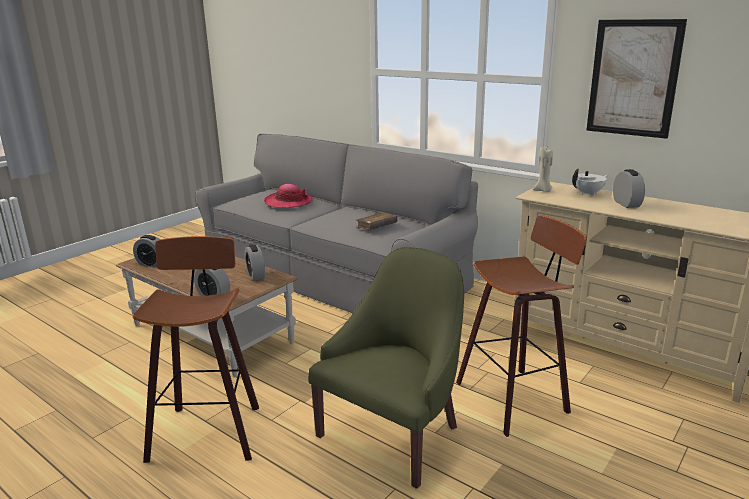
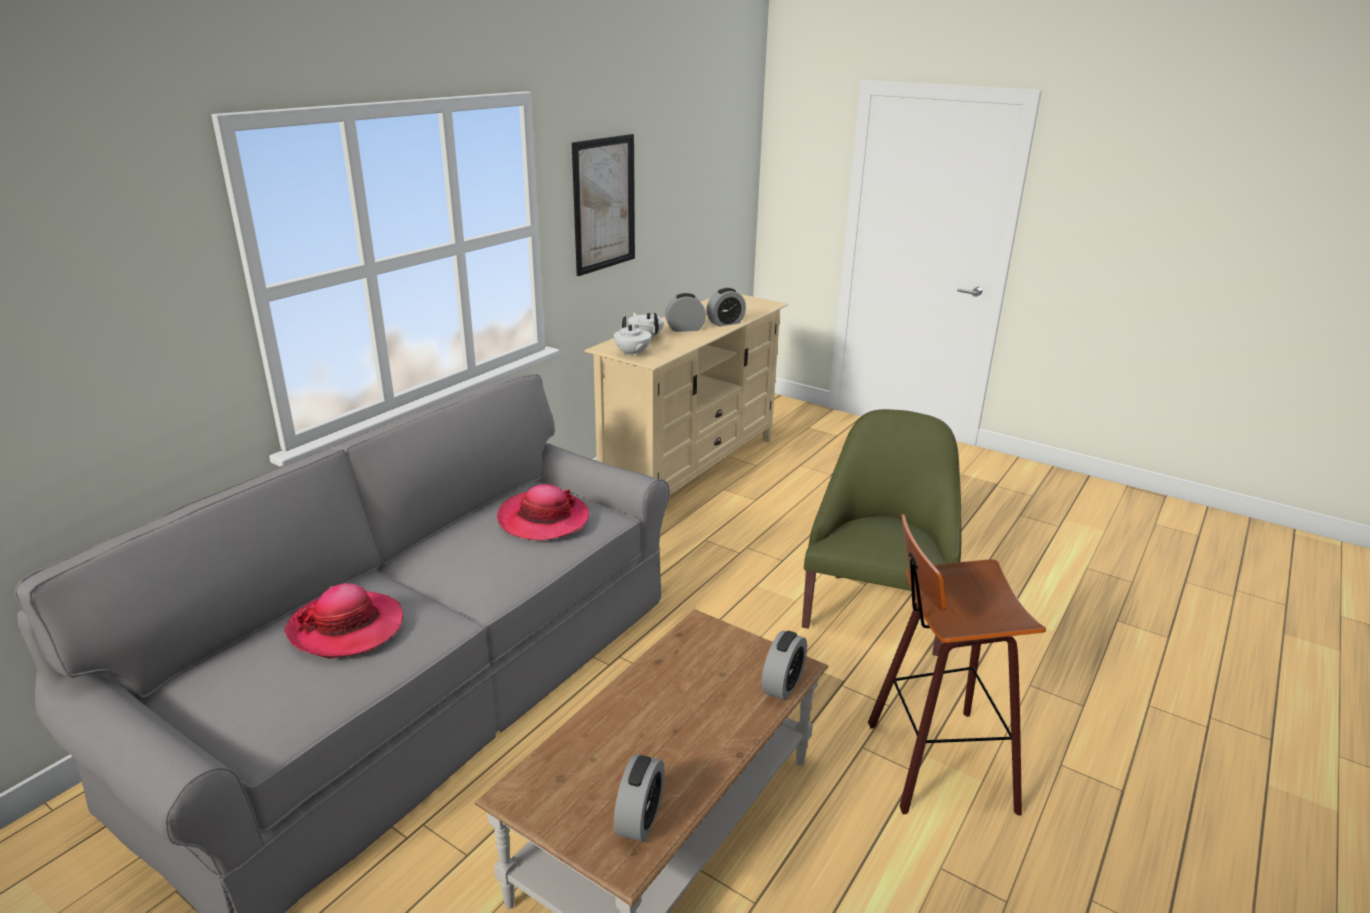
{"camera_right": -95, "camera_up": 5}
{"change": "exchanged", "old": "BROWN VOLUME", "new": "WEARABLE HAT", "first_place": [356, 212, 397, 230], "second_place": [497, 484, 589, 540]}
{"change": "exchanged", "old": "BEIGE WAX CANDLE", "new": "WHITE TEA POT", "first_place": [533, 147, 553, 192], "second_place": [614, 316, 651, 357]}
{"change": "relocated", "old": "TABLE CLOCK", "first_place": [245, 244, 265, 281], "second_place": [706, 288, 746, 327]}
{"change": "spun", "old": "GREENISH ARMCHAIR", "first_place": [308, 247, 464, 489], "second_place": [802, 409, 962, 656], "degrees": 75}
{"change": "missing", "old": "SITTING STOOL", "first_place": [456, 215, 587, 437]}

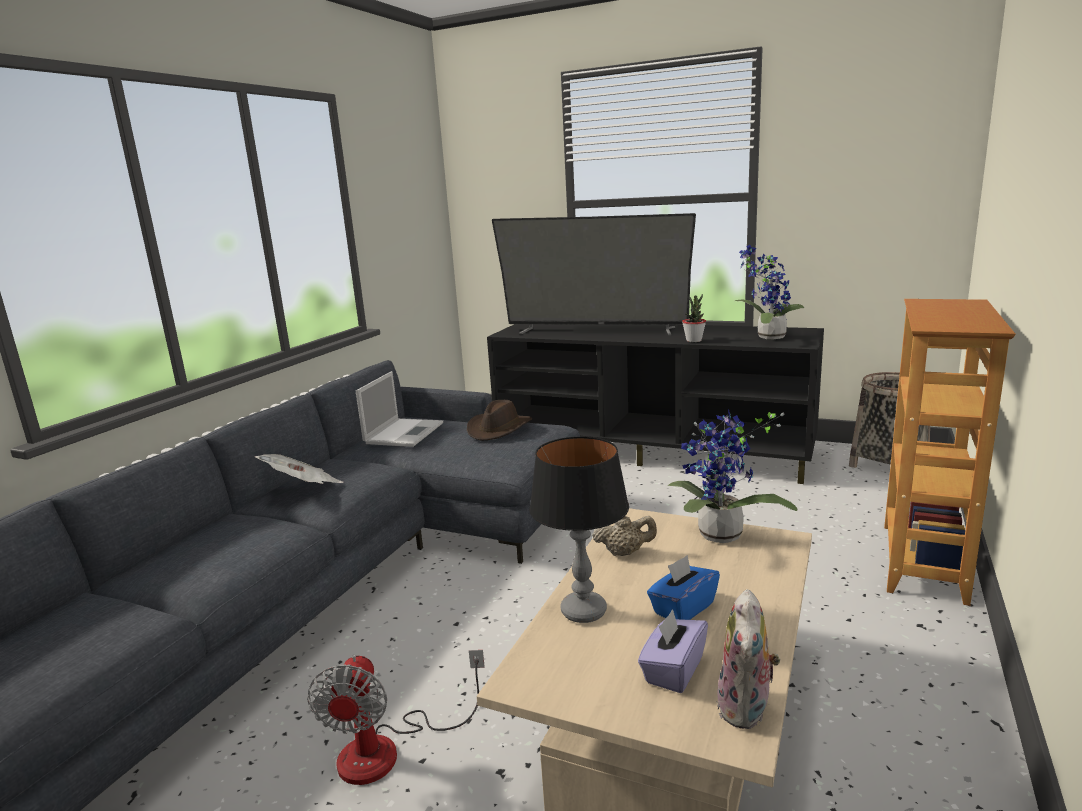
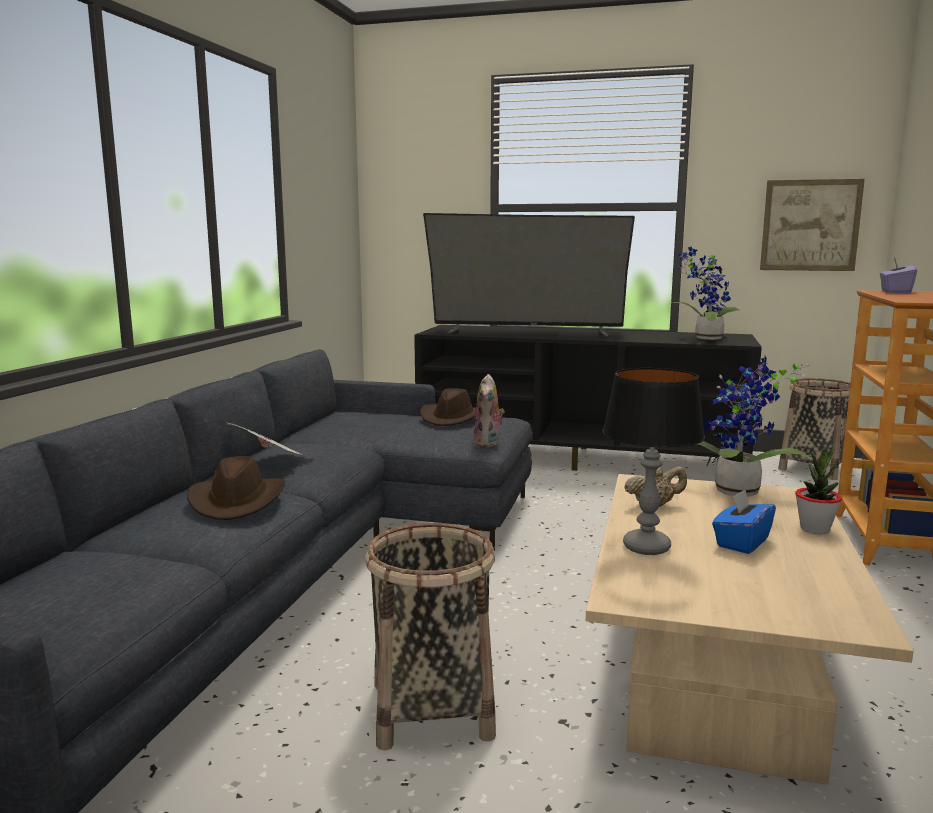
{"camera_right": -10, "camera_up": -5}
{"change": "appeared", "new": "BROWN WEARABLE HAT", "second_place": [187, 456, 285, 520]}
{"change": "exchanged", "old": "ELECTRIC FAN", "new": "BASKET", "first_place": [307, 650, 485, 785], "second_place": [365, 523, 496, 751]}
{"change": "relocated", "old": "CUDDLY TOY", "first_place": [717, 589, 781, 729], "second_place": [473, 374, 505, 447]}
{"change": "appeared", "new": "WALL PICTURE", "second_place": [760, 179, 865, 271]}
{"change": "relocated", "old": "HOUSEPLANT", "first_place": [682, 294, 706, 342], "second_place": [795, 446, 842, 534]}
{"change": "relocated", "old": "PURPLISH TISSUE HOLDER", "first_place": [638, 609, 708, 693], "second_place": [880, 258, 917, 293]}
{"change": "missing", "old": "PORTABLE COMPUTER", "first_place": [356, 371, 443, 447]}

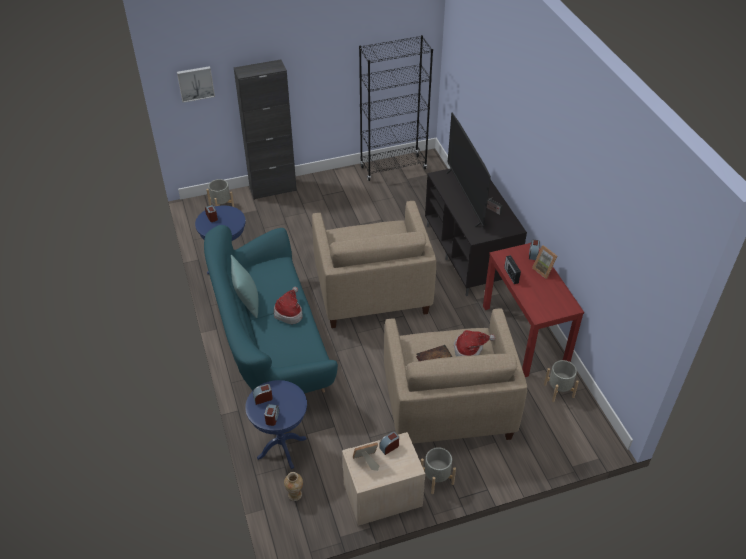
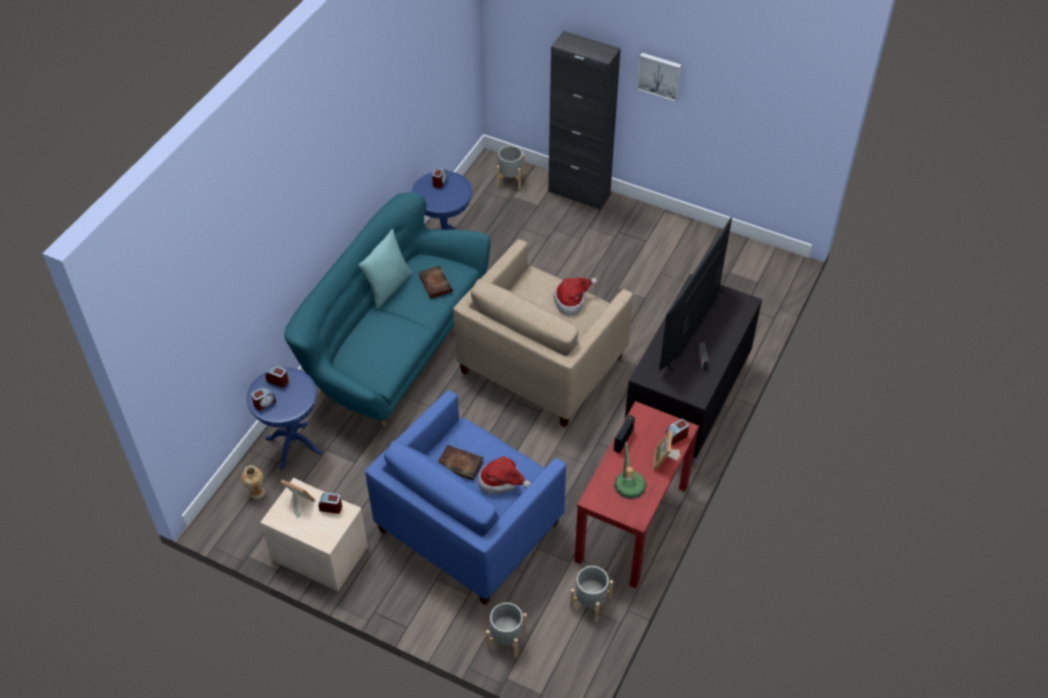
{"camera_right": 45, "camera_up": 5}
{"change": "colour", "old": "BEIGE ARMCHAIR", "new": "BLUE ARMCHAIR", "first_place": [384, 308, 527, 444], "second_place": [365, 390, 566, 605]}
{"change": "appeared", "new": "VOLUME", "second_place": [419, 266, 453, 299]}
{"change": "relocated", "old": "GRAY PLANTER", "first_place": [421, 447, 456, 494], "second_place": [486, 602, 527, 657]}
{"change": "relocated", "old": "WEARABLE HAT", "first_place": [274, 287, 303, 324], "second_place": [553, 277, 598, 316]}
{"change": "appeared", "new": "TABLE LAMP", "second_place": [614, 441, 647, 499]}
{"change": "relocated", "old": "WALL PICTURE", "first_place": [177, 66, 215, 103], "second_place": [637, 53, 682, 102]}
{"change": "missing", "old": "BLACK BOOKCASE", "first_place": [359, 35, 433, 181]}

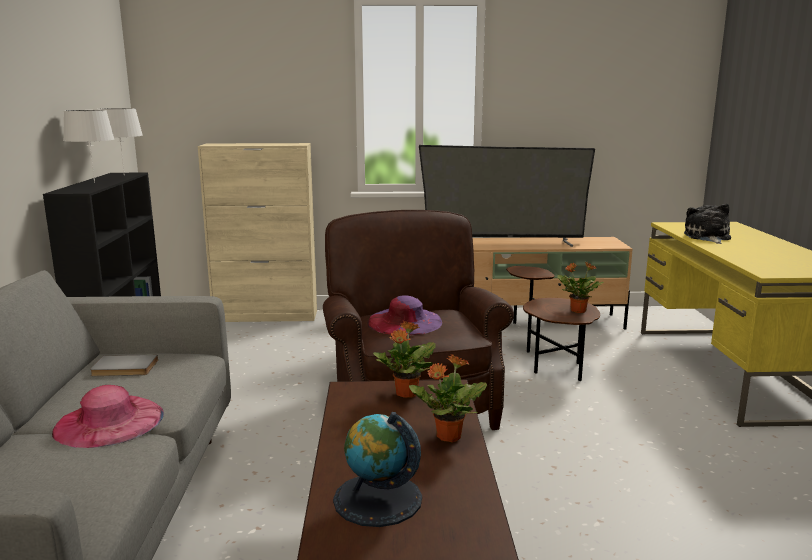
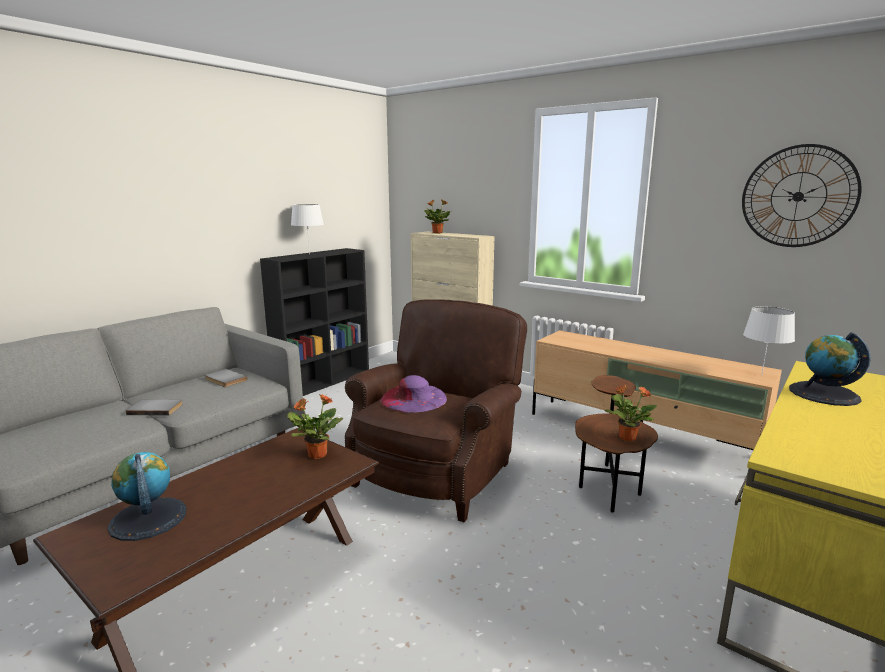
{"camera_right": 40, "camera_up": 0}
{"change": "exchanged", "old": "PINK WEARABLE HAT", "new": "GRAY VOLUME", "first_place": [52, 385, 164, 448], "second_place": [126, 399, 183, 416]}
{"change": "relocated", "old": "HOUSEPLANT", "first_place": [409, 354, 487, 442], "second_place": [424, 199, 452, 233]}
{"change": "appeared", "new": "CLOCK ON THE WALL", "second_place": [742, 144, 862, 247]}
{"change": "relocated", "old": "WHITE TABLE LAMP", "first_place": [97, 108, 143, 176], "second_place": [743, 306, 795, 374]}
{"change": "exchanged", "old": "CUDDLY TOY", "new": "DESK GLOBE", "first_place": [684, 204, 731, 244], "second_place": [789, 332, 871, 406]}
{"change": "missing", "old": "TV", "first_place": [419, 145, 595, 247]}

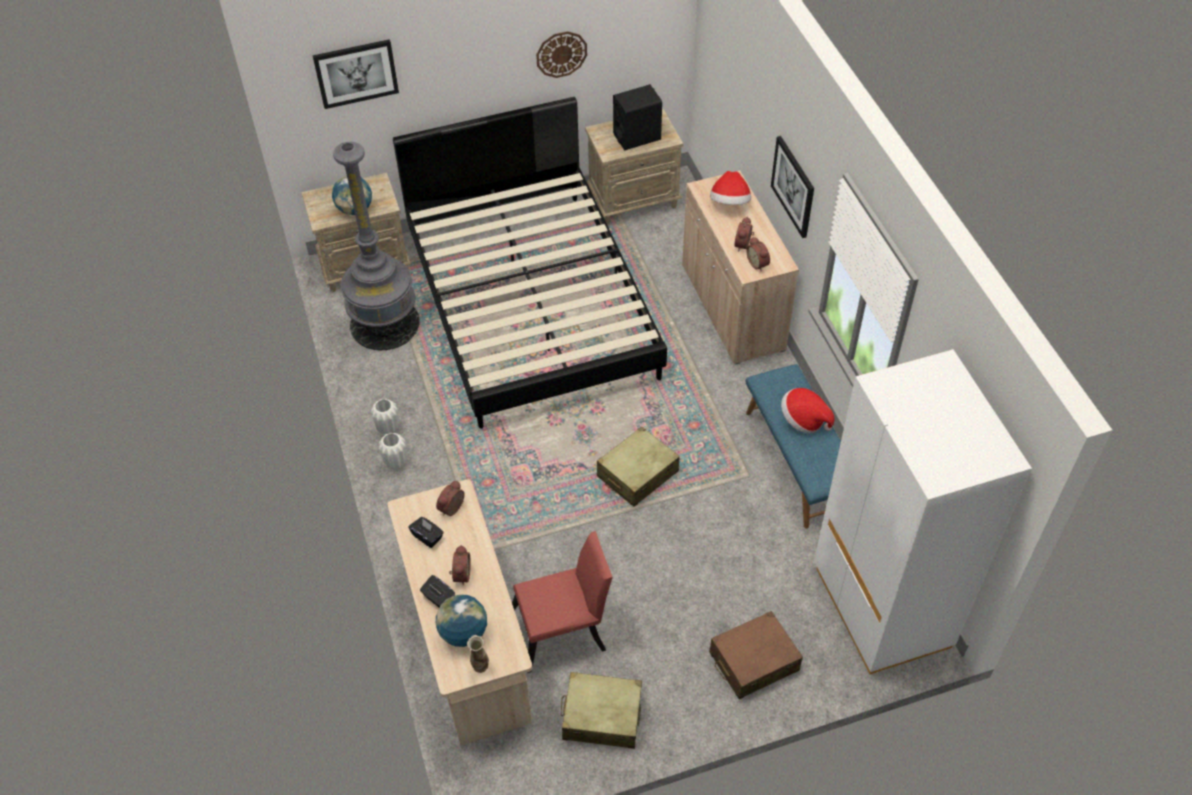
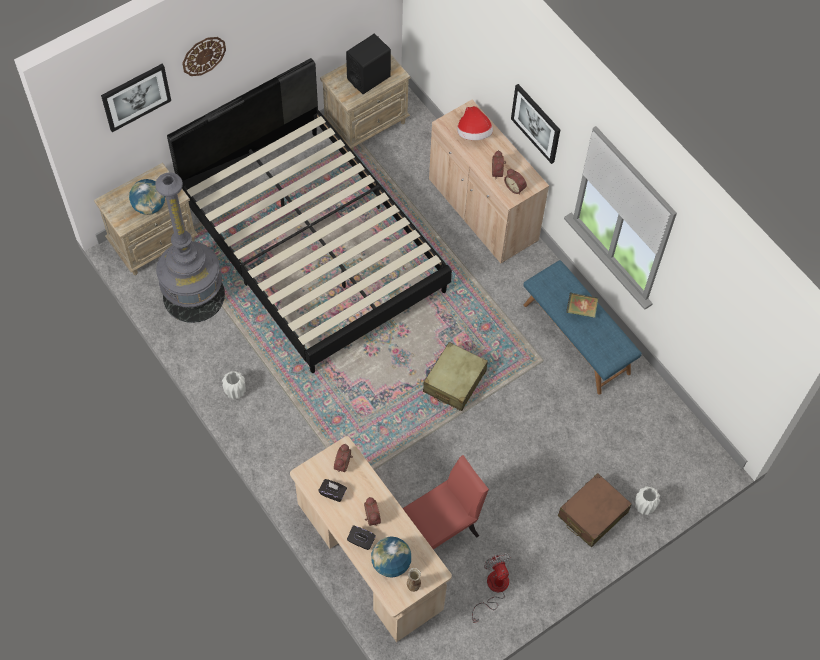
{"camera_right": -20, "camera_up": 10}
{"change": "relocated", "old": "CLOCK ON THE WALL", "first_place": [536, 31, 587, 78], "second_place": [182, 37, 226, 76]}
{"change": "exchanged", "old": "BEIGE PIECE OF LUGGAGE", "new": "ELECTRIC FAN", "first_place": [561, 672, 642, 749], "second_place": [472, 553, 510, 623]}
{"change": "exchanged", "old": "WEARABLE HAT", "new": "VOLUME", "first_place": [781, 388, 834, 433], "second_place": [566, 292, 598, 318]}
{"change": "relocated", "old": "WHITE DECORATIVE VASE", "first_place": [379, 433, 407, 469], "second_place": [635, 486, 660, 515]}
{"change": "missing", "old": "WHITE WARDROBE", "first_place": [814, 349, 1032, 674]}

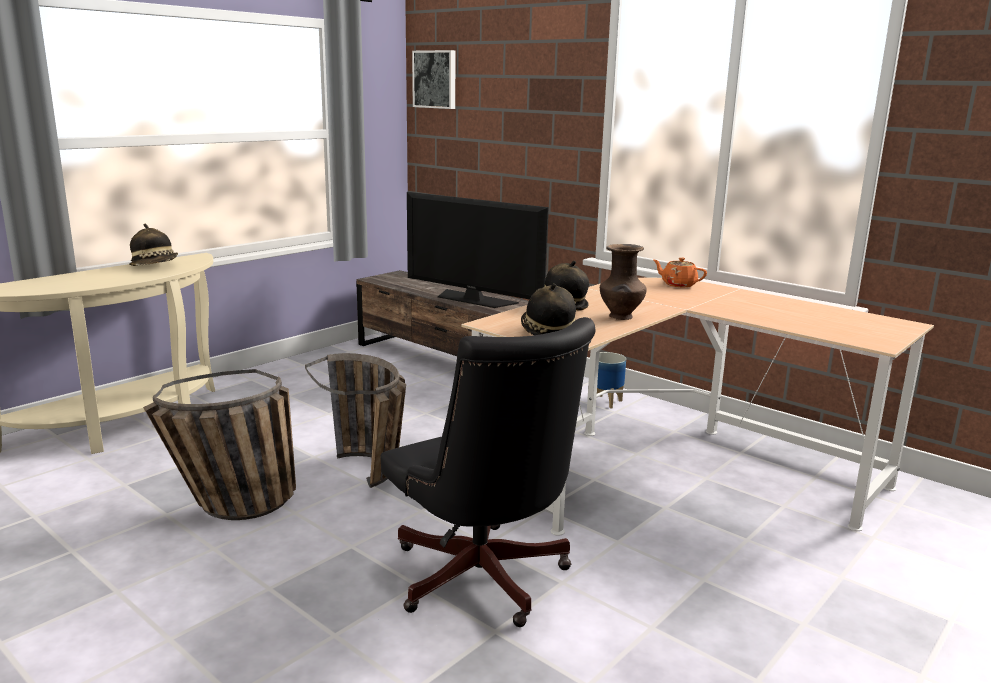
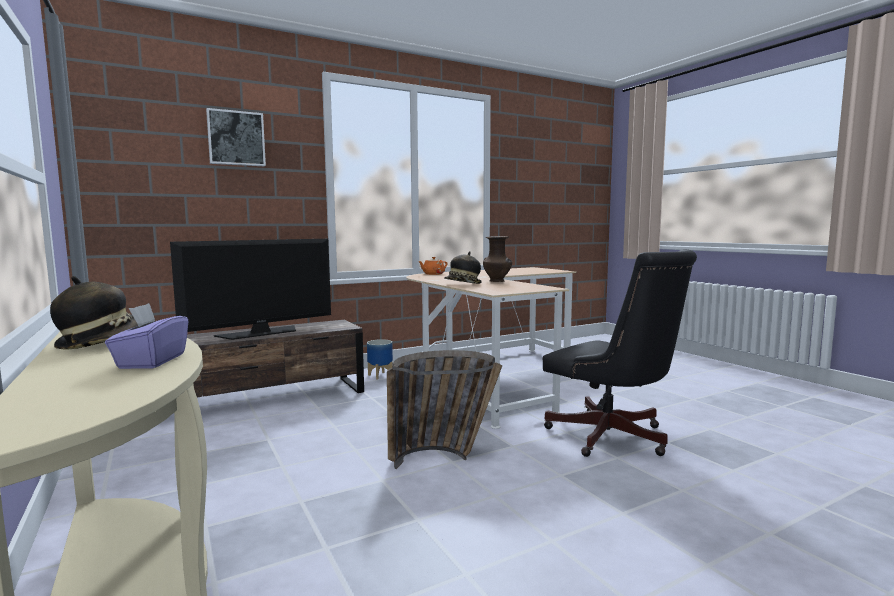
{"camera_right": -70, "camera_up": -10}
{"change": "appeared", "new": "PURPLISH TISSUE HOLDER", "second_place": [105, 303, 188, 369]}
{"change": "relocated", "old": "WALL PICTURE", "first_place": [412, 50, 456, 109], "second_place": [206, 108, 266, 166]}
{"change": "spun", "old": "BLACK OFFICE CHAIR", "first_place": [380, 317, 596, 627], "second_place": [543, 249, 697, 457], "degrees": 60}
{"change": "missing", "old": "BASKET", "first_place": [143, 369, 296, 520]}
{"change": "missing", "old": "WEARABLE HAT", "first_place": [521, 283, 576, 335]}

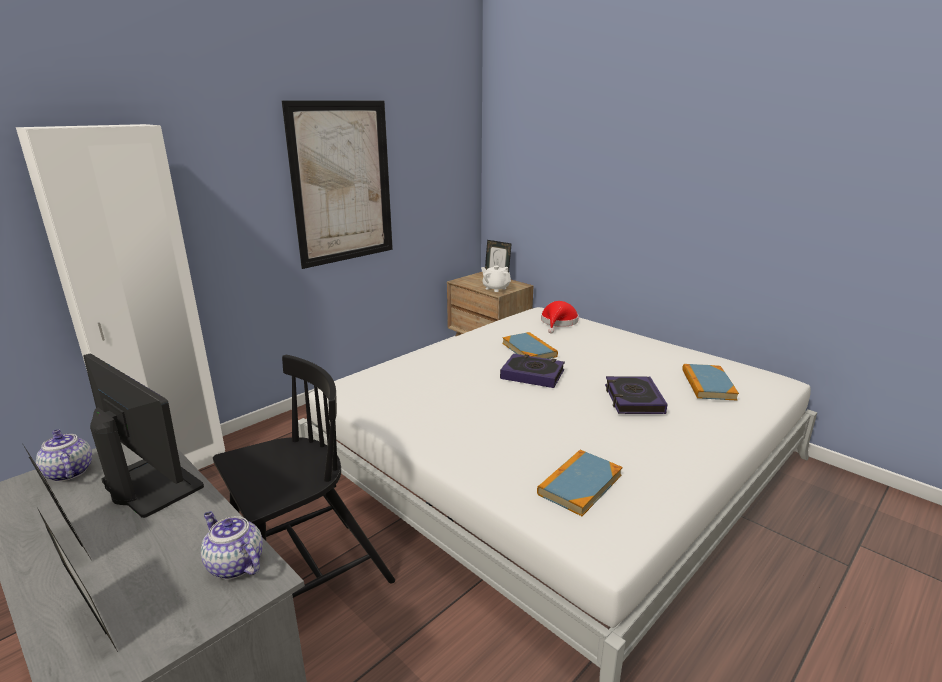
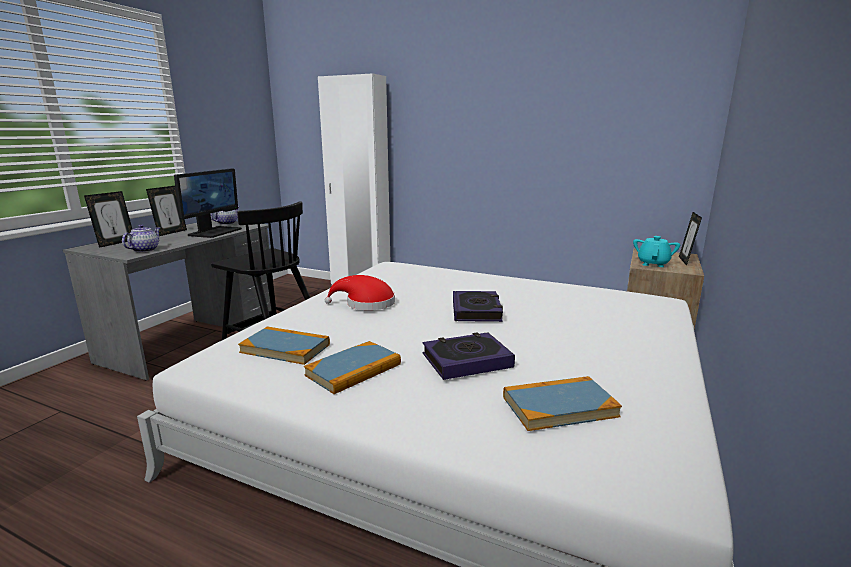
{"camera_right": 70, "camera_up": -5}
{"change": "relocated", "old": "VOLUME", "first_place": [502, 332, 558, 359], "second_place": [304, 341, 401, 394]}
{"change": "relocated", "old": "RED-COLOURED WEARABLE HAT", "first_place": [541, 301, 579, 333], "second_place": [325, 275, 395, 310]}
{"change": "colour", "old": "WHITE TEA POT", "new": "BLUE-GREEN TEA POT", "first_place": [481, 266, 511, 292], "second_place": [633, 236, 680, 267]}
{"change": "missing", "old": "WALL PICTURE", "first_place": [282, 100, 393, 269]}

